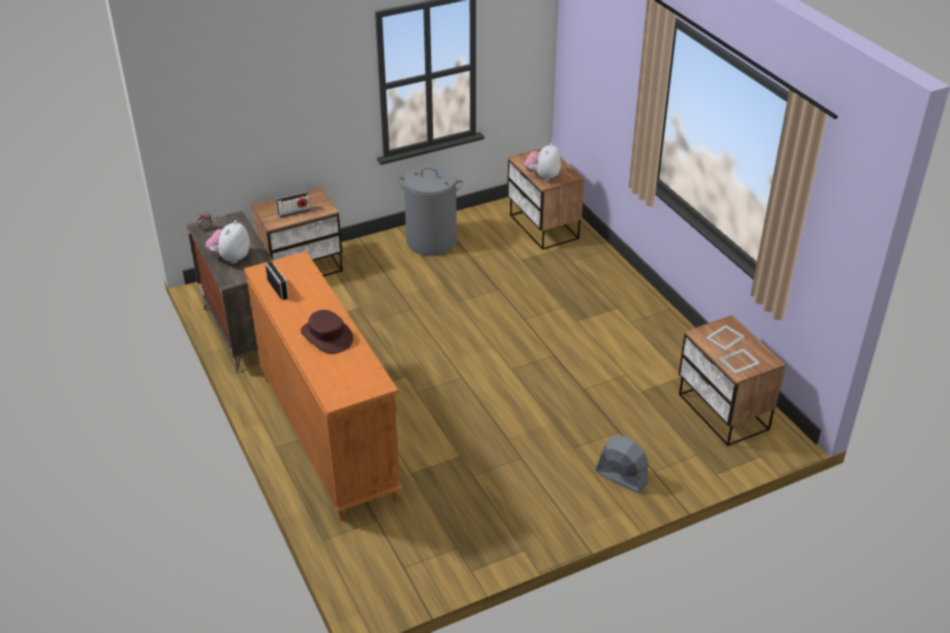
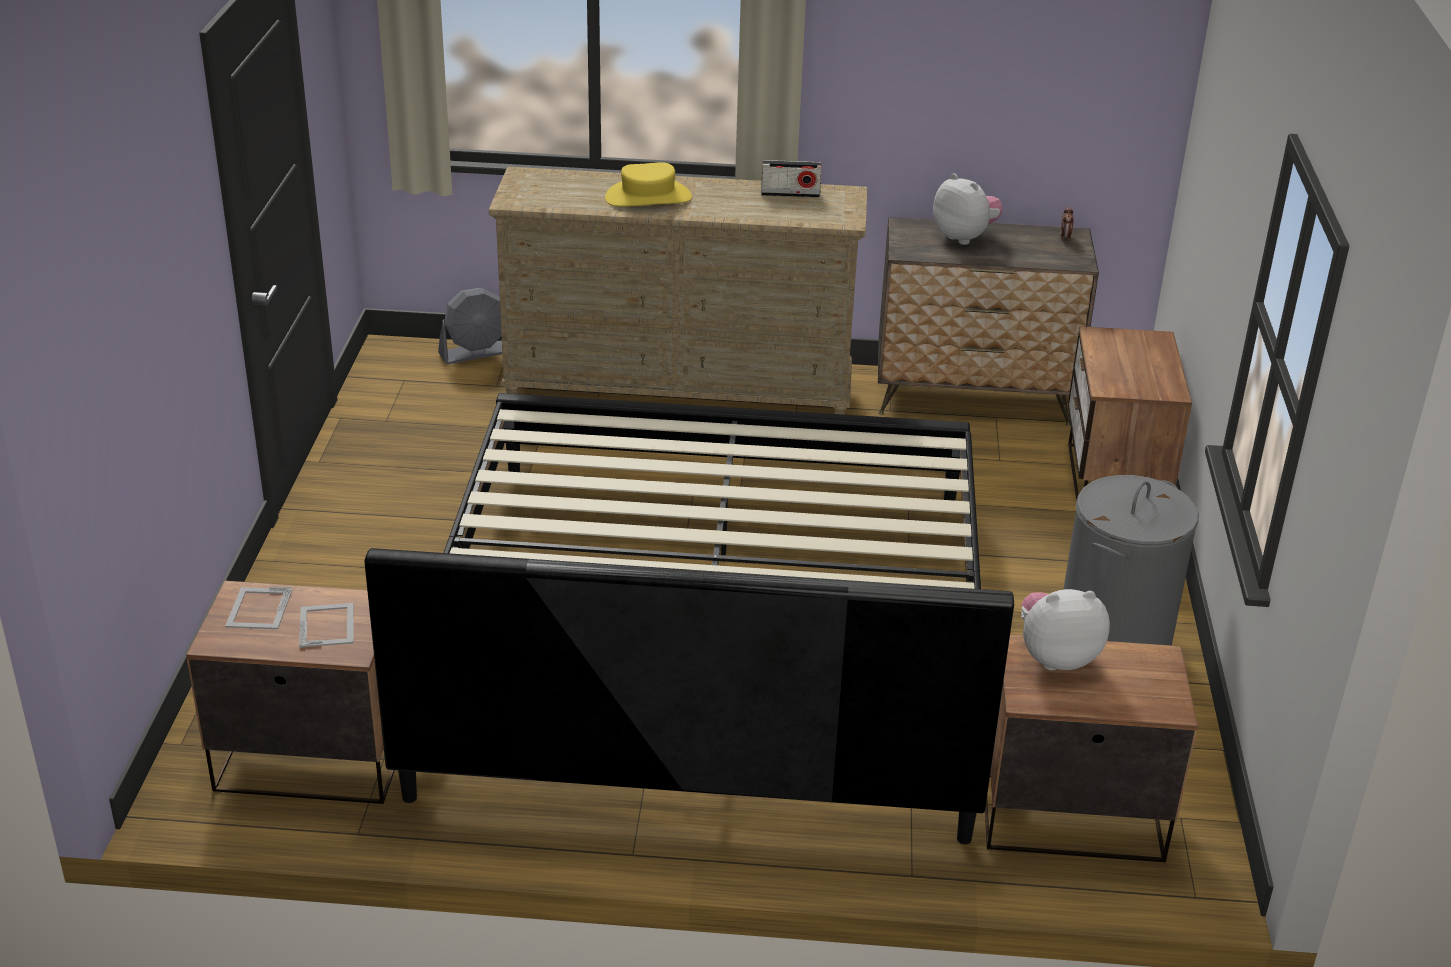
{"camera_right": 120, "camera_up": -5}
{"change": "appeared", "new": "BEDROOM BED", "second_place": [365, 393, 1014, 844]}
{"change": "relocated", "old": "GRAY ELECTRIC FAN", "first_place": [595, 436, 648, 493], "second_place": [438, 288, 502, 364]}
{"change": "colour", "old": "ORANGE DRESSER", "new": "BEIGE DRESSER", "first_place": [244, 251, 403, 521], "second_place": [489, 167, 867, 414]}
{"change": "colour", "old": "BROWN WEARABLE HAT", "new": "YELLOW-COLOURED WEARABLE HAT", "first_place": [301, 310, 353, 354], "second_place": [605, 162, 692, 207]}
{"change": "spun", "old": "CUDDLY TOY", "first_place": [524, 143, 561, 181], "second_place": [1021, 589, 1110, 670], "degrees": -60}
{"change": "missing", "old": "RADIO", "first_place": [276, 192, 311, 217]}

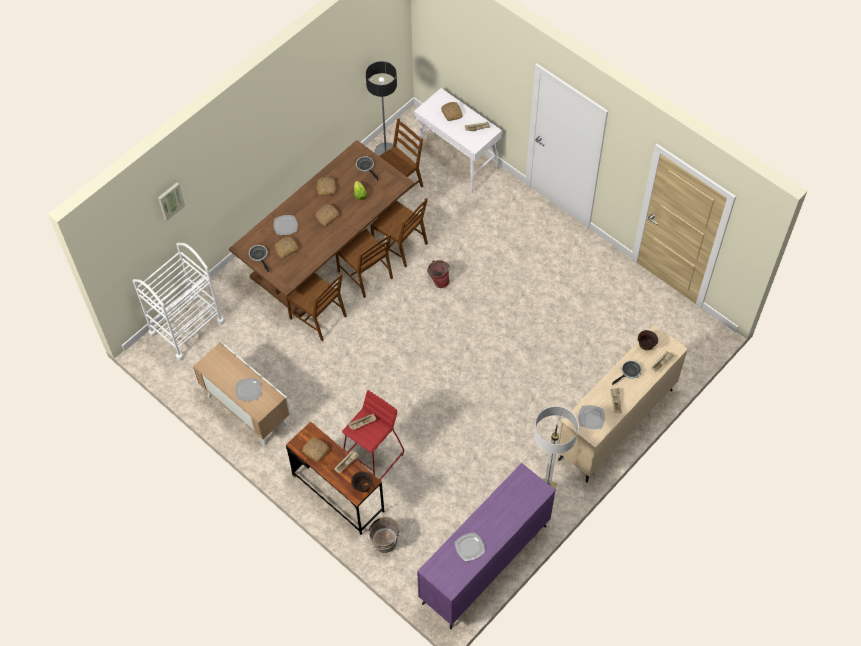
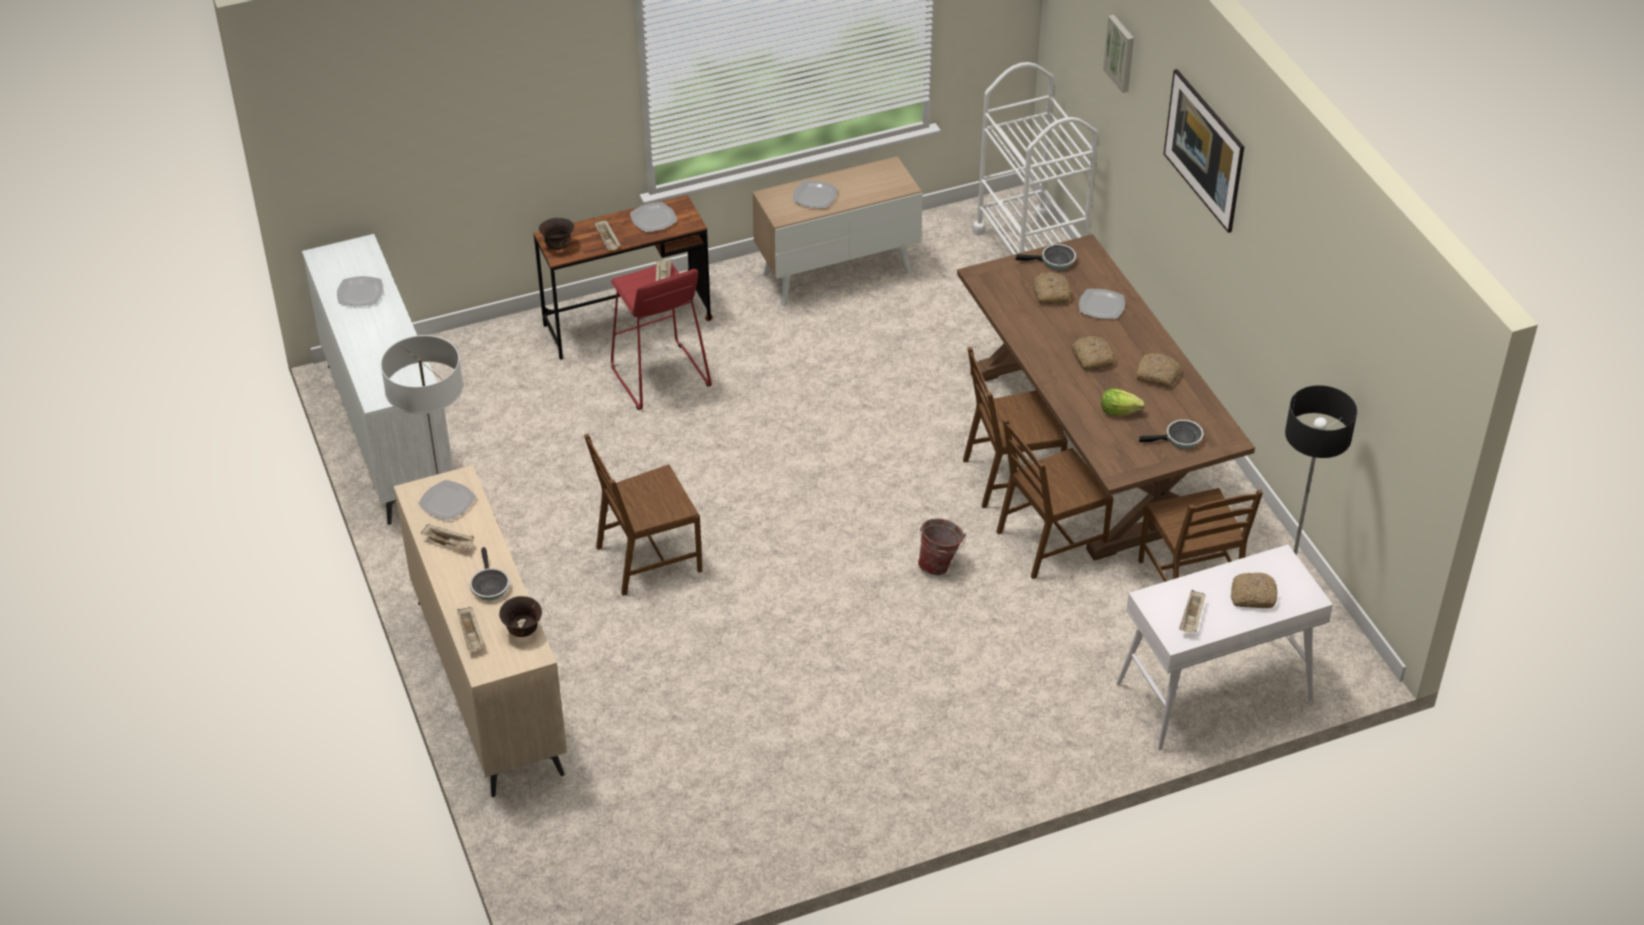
{"camera_right": 115, "camera_up": -15}
{"change": "colour", "old": "PURPLISH DRESSER", "new": "WHITE DRESSER", "first_place": [417, 463, 556, 629], "second_place": [302, 234, 453, 525]}
{"change": "relocated", "old": "BROWN CHAIR", "first_place": [286, 273, 347, 341], "second_place": [584, 434, 702, 596]}
{"change": "exchanged", "old": "BREAD", "new": "PLATE", "first_place": [302, 438, 330, 462], "second_place": [630, 202, 677, 232]}
{"change": "appeared", "new": "WALL PICTURE", "second_place": [1164, 69, 1244, 233]}
{"change": "missing", "old": "BROWN BUCKET", "first_place": [367, 516, 400, 553]}

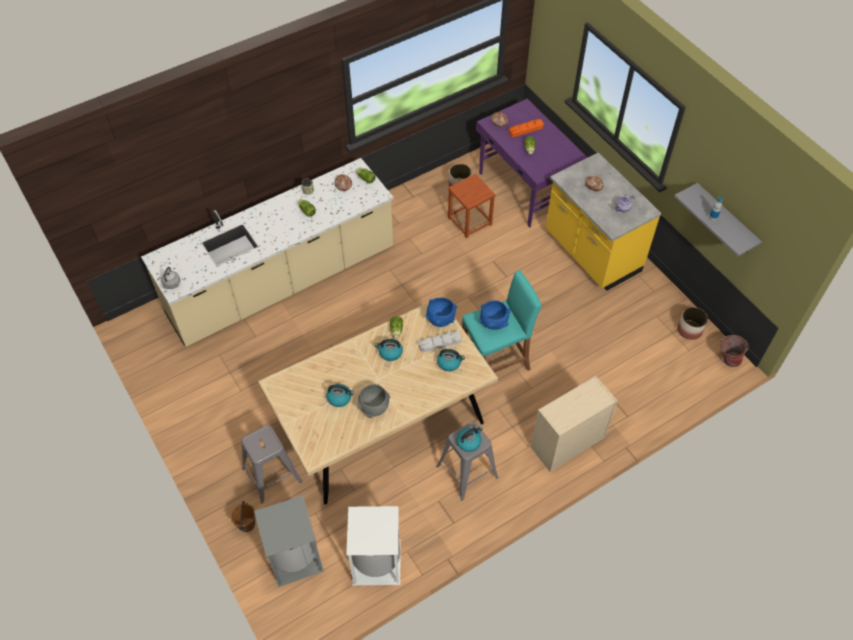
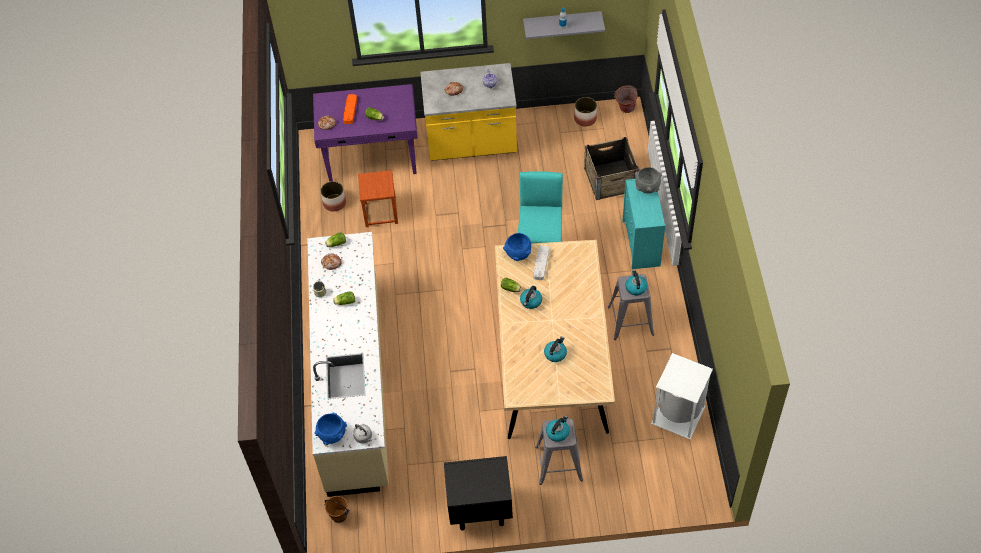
{"camera_right": -60, "camera_up": 0}
{"change": "relocated", "old": "BLUE DEEP DISH", "first_place": [479, 301, 511, 330], "second_place": [314, 412, 347, 445]}
{"change": "relocated", "old": "BROWN BUCKET", "first_place": [231, 501, 255, 532], "second_place": [324, 496, 349, 523]}
{"change": "appeared", "new": "BLACK BEDSIDE TABLE", "second_place": [444, 456, 513, 531]}
{"change": "relocated", "old": "TEA KETTLE", "first_place": [437, 349, 465, 371], "second_place": [546, 415, 570, 442]}
{"change": "appeared", "new": "SHIPPING CRATE", "second_place": [584, 137, 639, 200]}
{"change": "colour", "old": "BEIGE DRESSER", "new": "BLUE-GREEN DRESSER", "first_place": [531, 376, 617, 472], "second_place": [622, 179, 665, 269]}
{"change": "relocated", "old": "GRAY DEEP DISH", "first_place": [357, 384, 390, 418], "second_place": [635, 167, 662, 193]}
{"change": "missing", "old": "GRAY RUBBISH BIN", "first_place": [254, 495, 324, 587]}

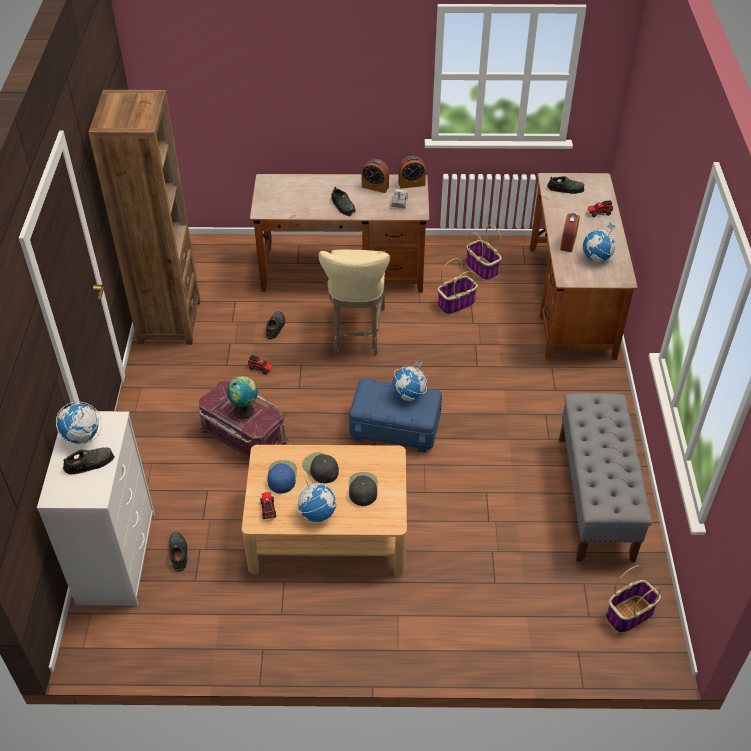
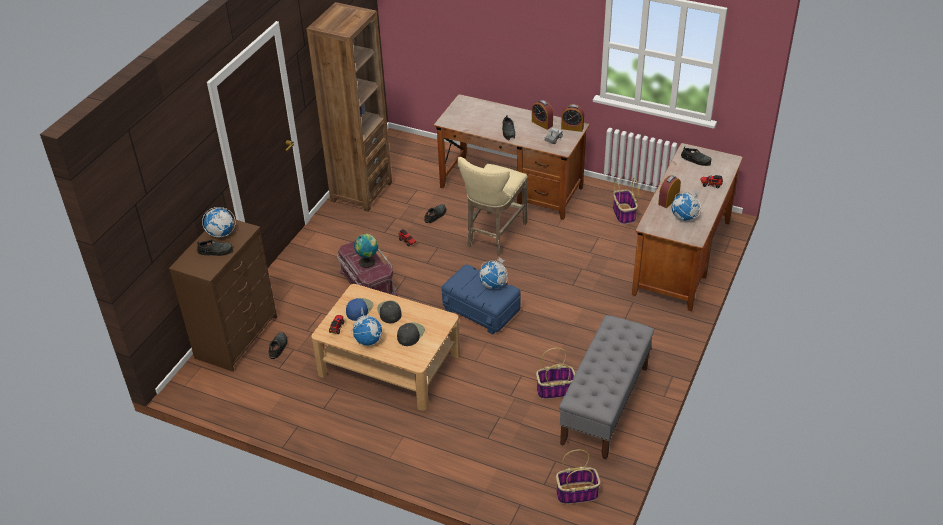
{"camera_right": 25, "camera_up": -5}
{"change": "colour", "old": "WHITE DRESSER", "new": "BROWN DRESSER", "first_place": [37, 411, 155, 606], "second_place": [169, 219, 277, 372]}
{"change": "relocated", "old": "BASKET", "first_place": [438, 258, 478, 315], "second_place": [536, 348, 575, 399]}

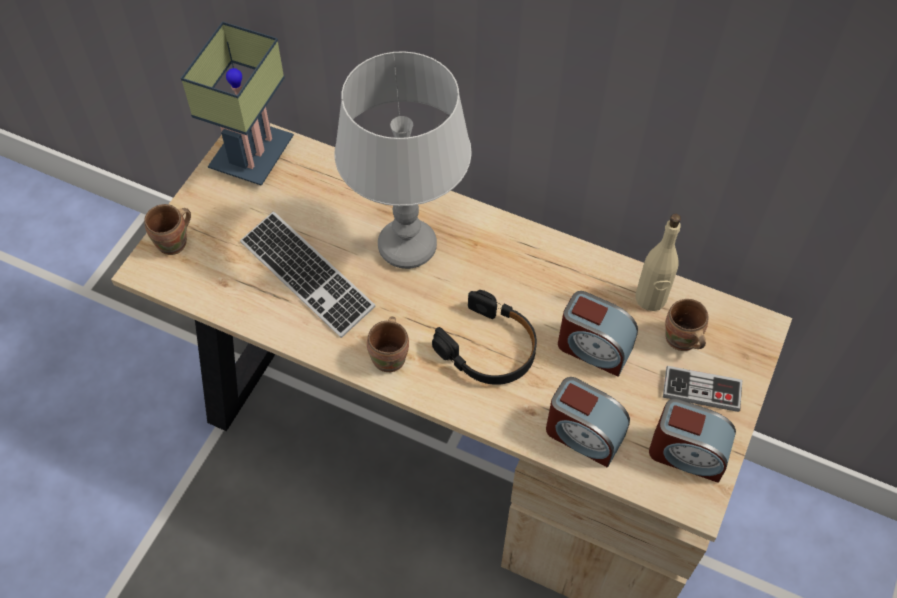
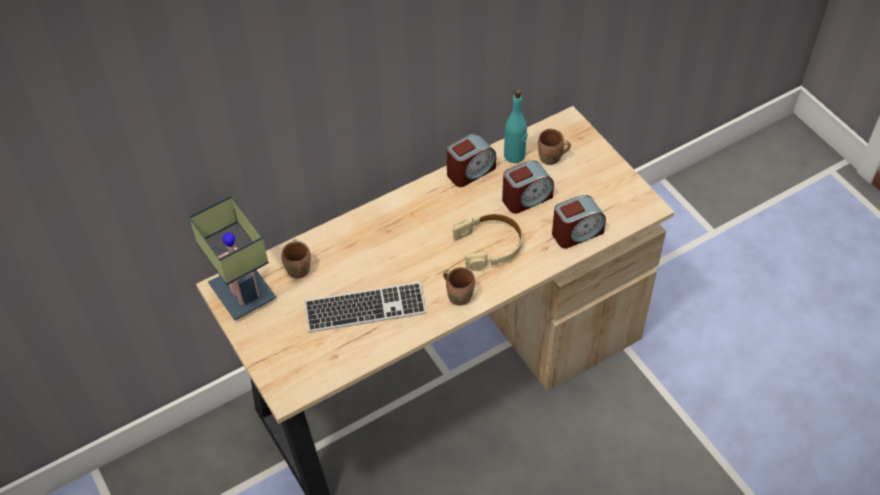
{"camera_right": -55, "camera_up": -5}
{"change": "relocated", "old": "BROWN MUG", "first_place": [144, 204, 191, 255], "second_place": [281, 239, 311, 279]}
{"change": "relocated", "old": "TABLE CLOCK", "first_place": [649, 399, 736, 483], "second_place": [447, 133, 496, 187]}
{"change": "colour", "old": "BLACK HEADSET", "new": "BEIGE HEADSET", "first_place": [432, 290, 537, 385], "second_place": [453, 213, 523, 271]}
{"change": "colour", "old": "BEIGE BOTTLE", "new": "BLUE-GREEN BOTTLE", "first_place": [636, 213, 681, 311], "second_place": [504, 89, 528, 163]}
{"change": "missing", "old": "GRAY TABLE LAMP", "first_place": [335, 51, 472, 269]}
{"change": "missing", "old": "GAMEPAD", "first_place": [663, 366, 742, 412]}

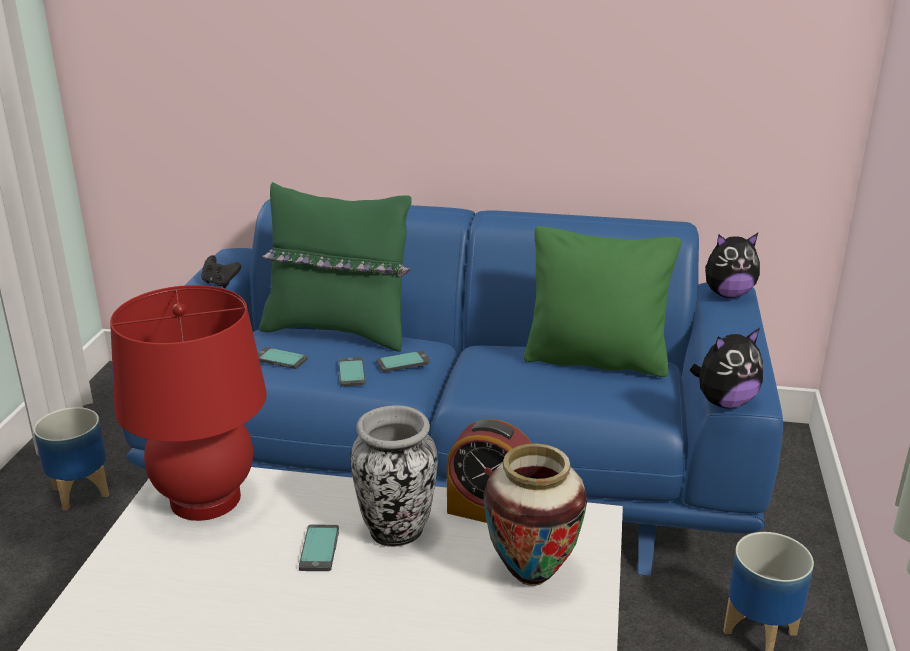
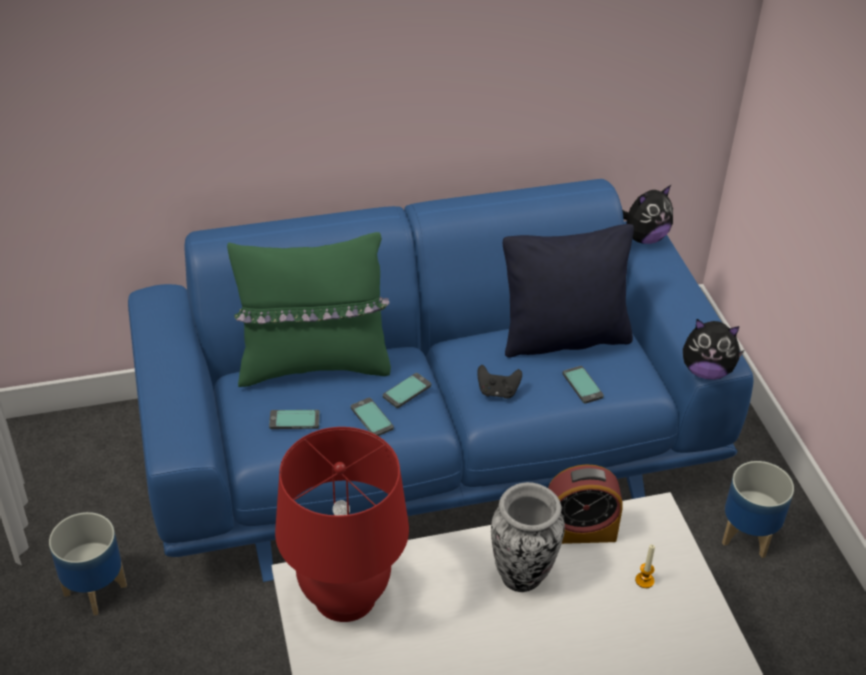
{"camera_right": -25, "camera_up": 15}
{"change": "relocated", "old": "BLACK GAMEPAD", "first_place": [201, 255, 241, 288], "second_place": [477, 365, 522, 399]}
{"change": "colour", "old": "GREENISH THROW PILLOW", "new": "BLACK THROW PILLOW", "first_place": [524, 226, 681, 377], "second_place": [503, 224, 634, 358]}
{"change": "relocated", "old": "HANDSET", "first_place": [299, 524, 339, 571], "second_place": [563, 366, 604, 404]}
{"change": "exchanged", "old": "DECORATIVE VASE", "new": "WAX CANDLE", "first_place": [483, 443, 587, 586], "second_place": [635, 544, 655, 588]}
{"change": "spun", "old": "CUDDLY TOY", "first_place": [690, 328, 763, 408], "second_place": [683, 319, 744, 380], "degrees": 60}

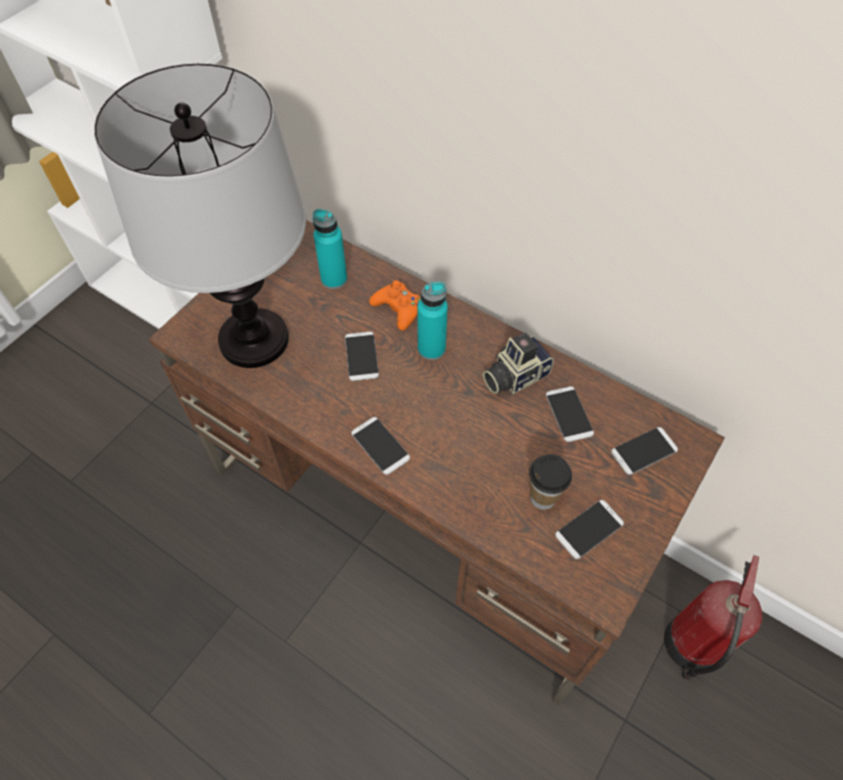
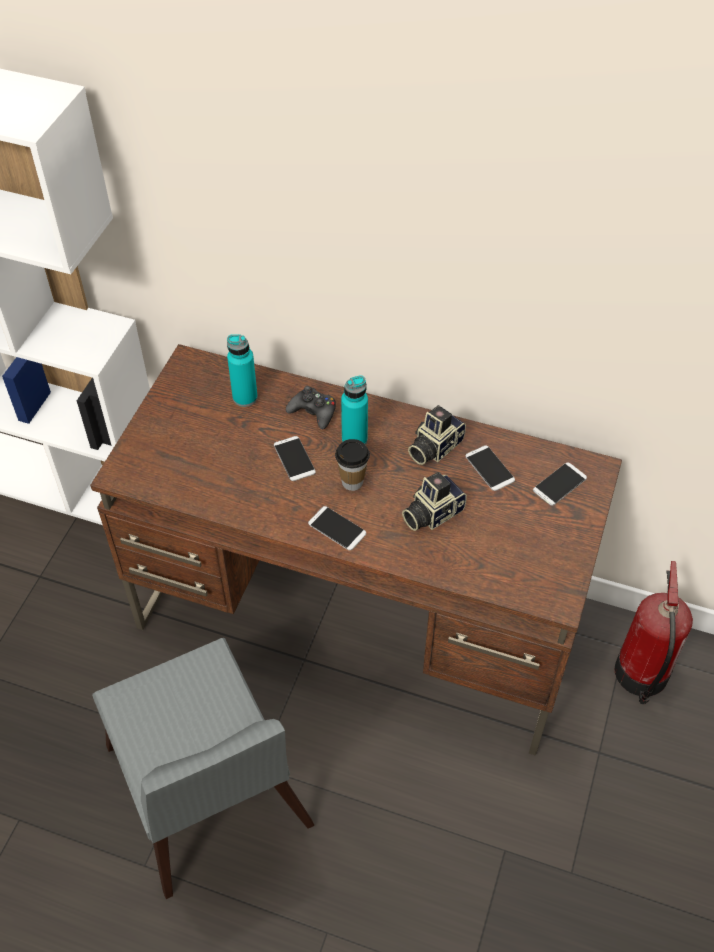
{"camera_right": -15, "camera_up": -5}
{"change": "appeared", "new": "GRAY CHAIR", "second_place": [92, 638, 314, 899]}
{"change": "colour", "old": "ORANGE GAMEPAD", "new": "BLACK GAMEPAD", "first_place": [369, 280, 421, 331], "second_place": [286, 386, 336, 429]}
{"change": "relocated", "old": "SMALL CUP", "first_place": [529, 454, 572, 510], "second_place": [335, 439, 370, 491]}
{"change": "appeared", "new": "PHOTO CAMERA", "second_place": [402, 472, 467, 531]}
{"change": "missing", "old": "TABLE LAMP", "first_place": [94, 63, 306, 368]}
{"change": "missing", "old": "HANDSET", "first_place": [555, 500, 624, 559]}

